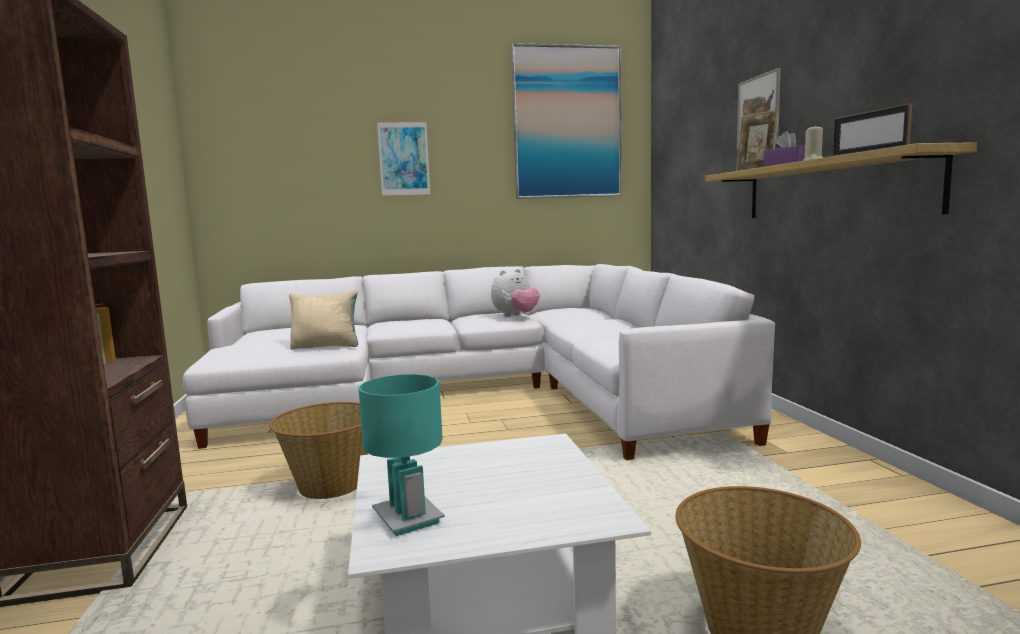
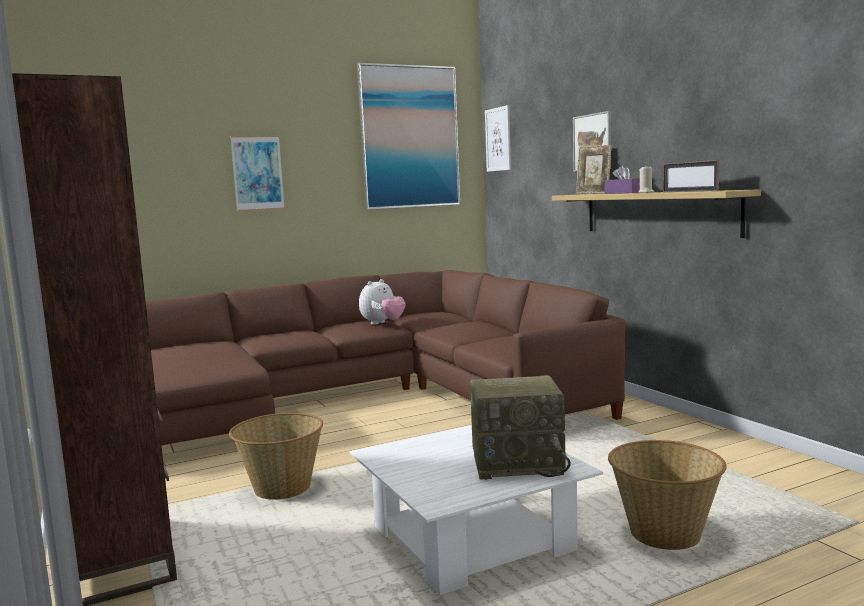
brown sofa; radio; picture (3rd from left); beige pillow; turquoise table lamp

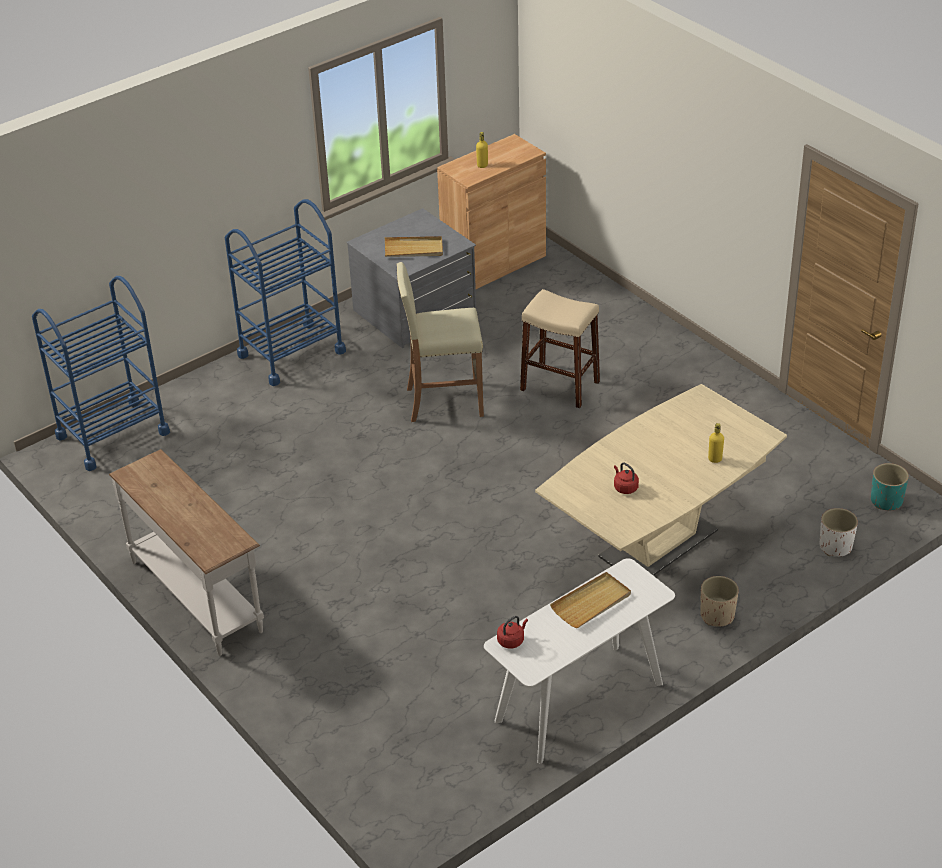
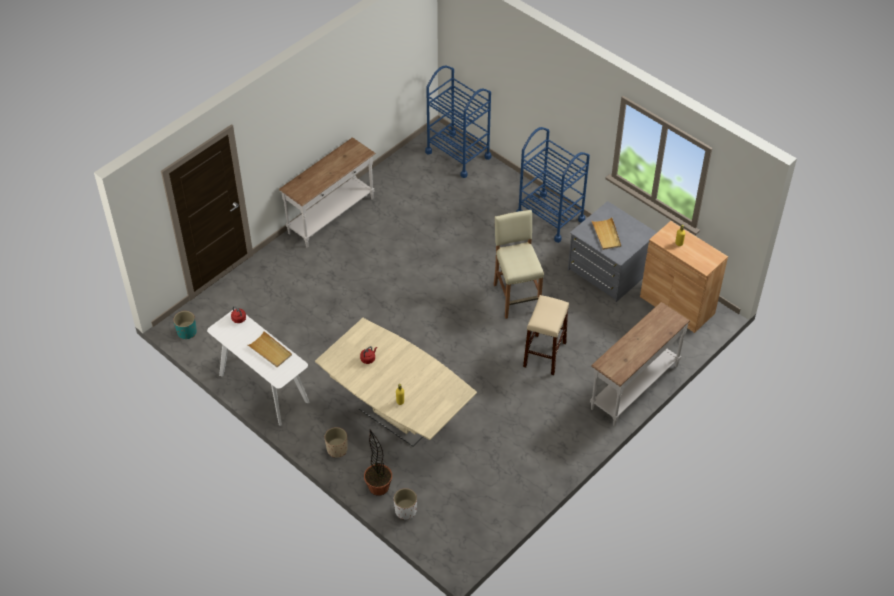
turquoise planter; potted plant; white console table (3rd from left)

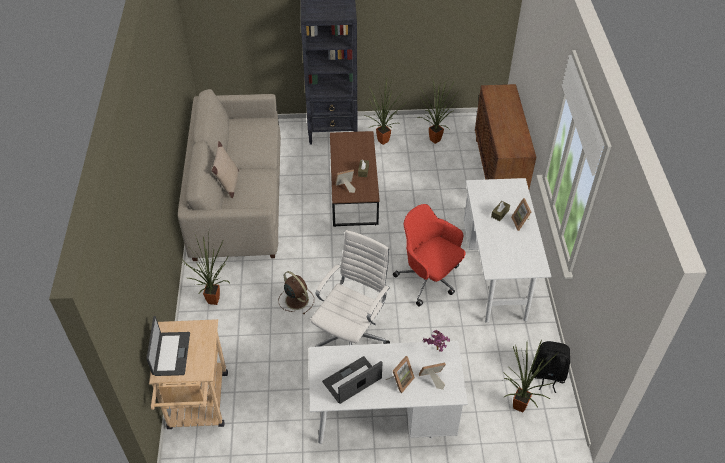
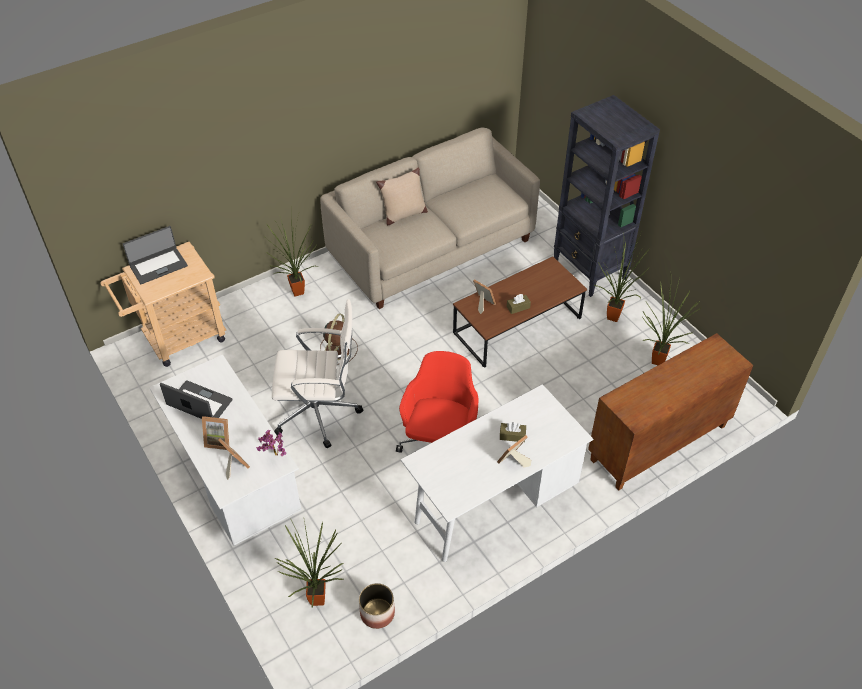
planter

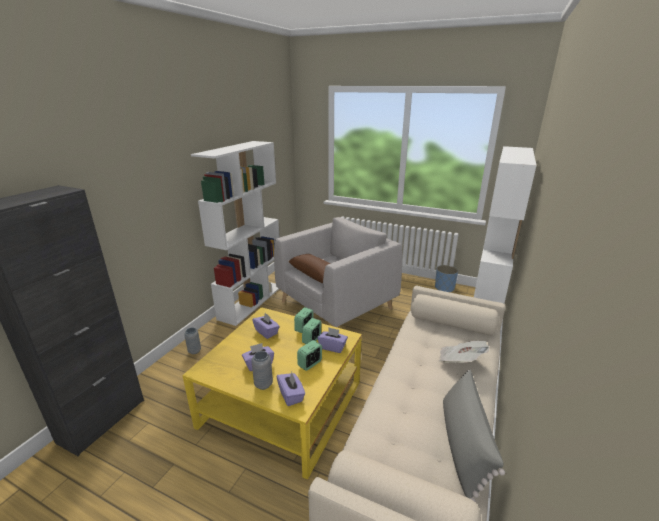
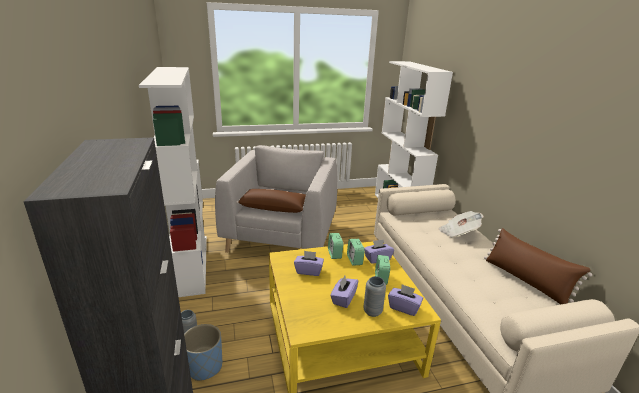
blue planter; brown pillow (2nd from left)

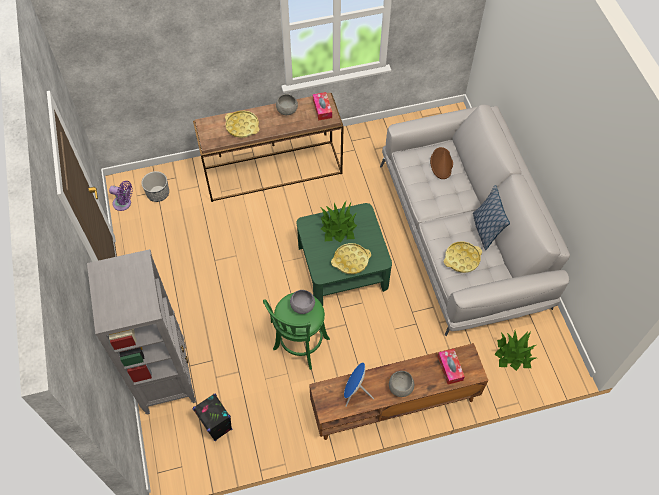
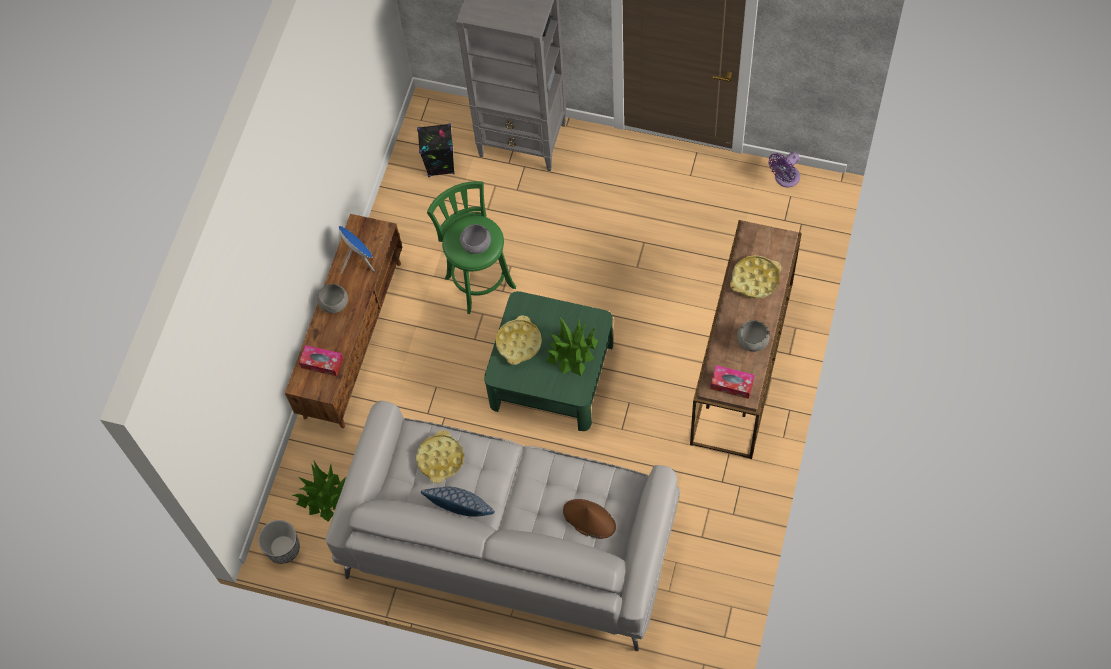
planter

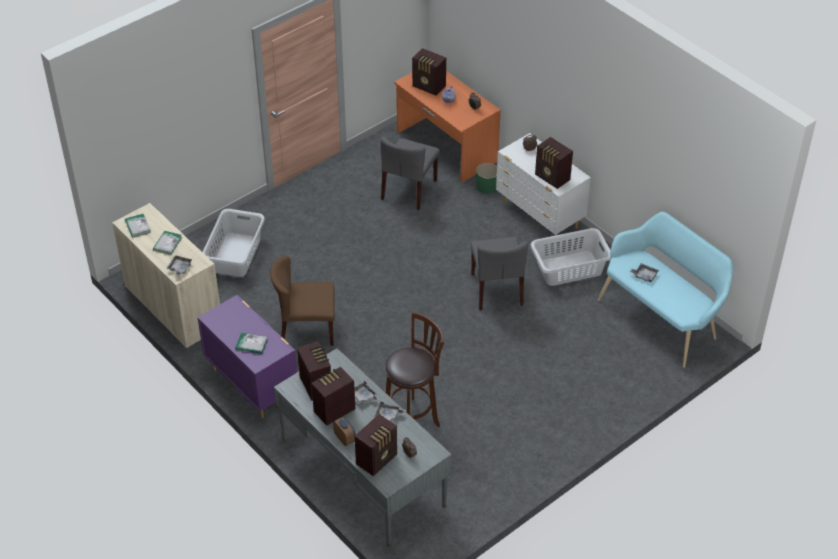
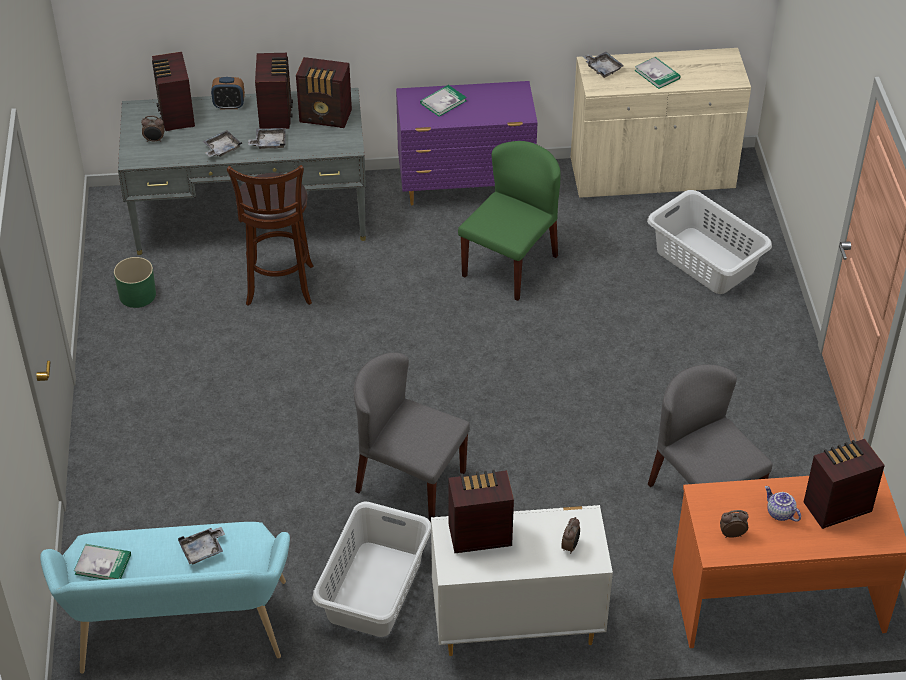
book (1st from left); green planter; green chair

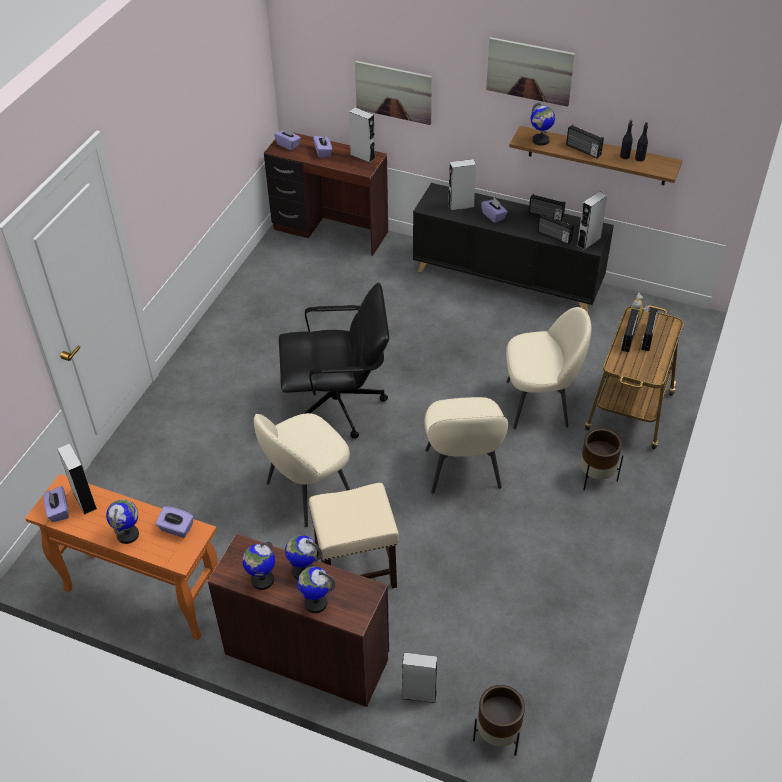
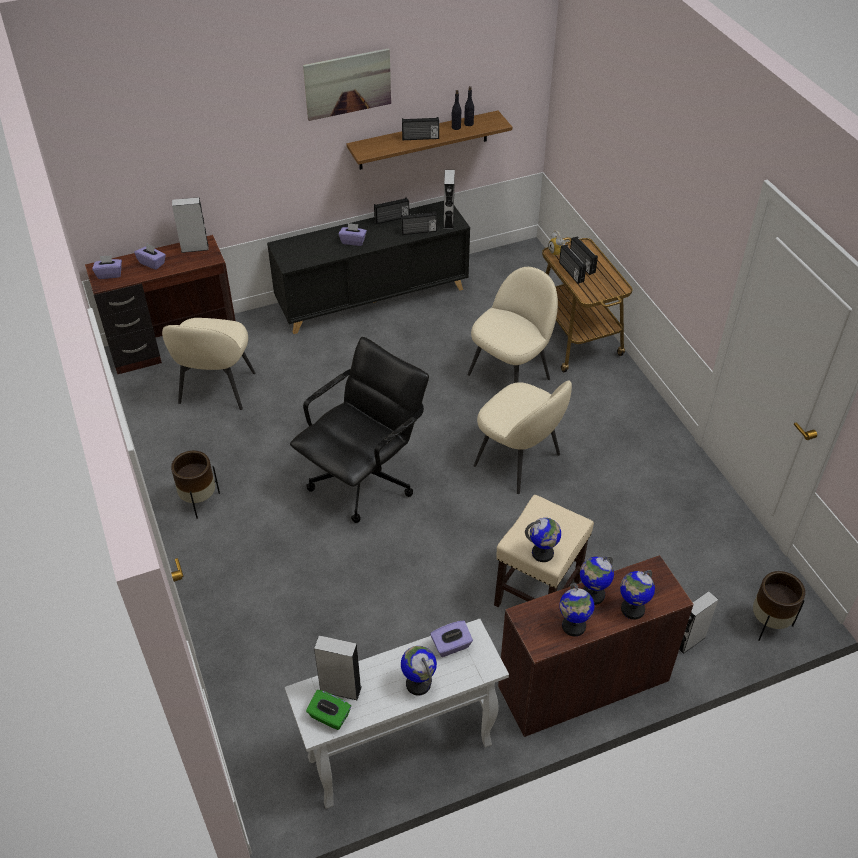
beige chair (1st from left); brown planter (1st from left); white console table; green tissue box; globe (2nd from left); picture (1st from left in the first image); grey speaker (4th from left in the first image)

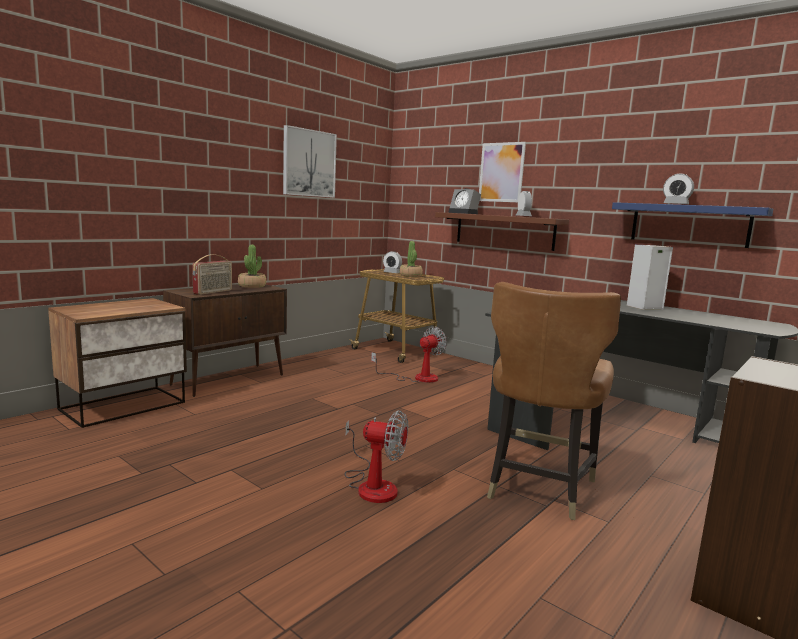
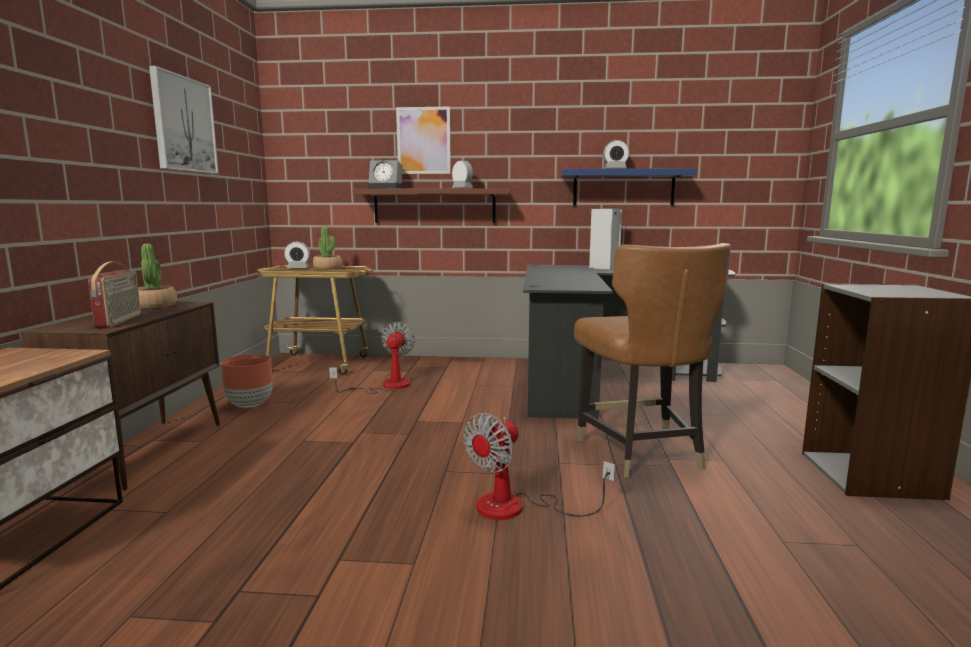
brown planter; fan (2nd from left)

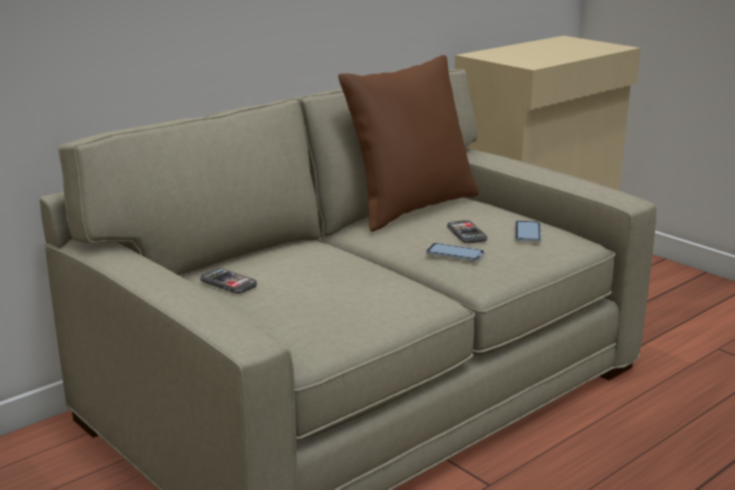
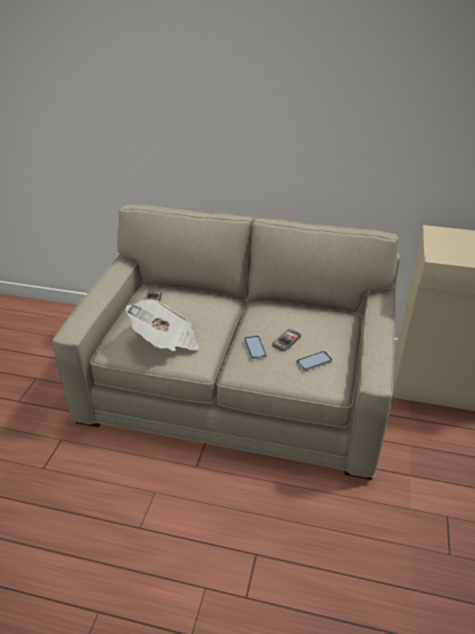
newspaper; brown pillow

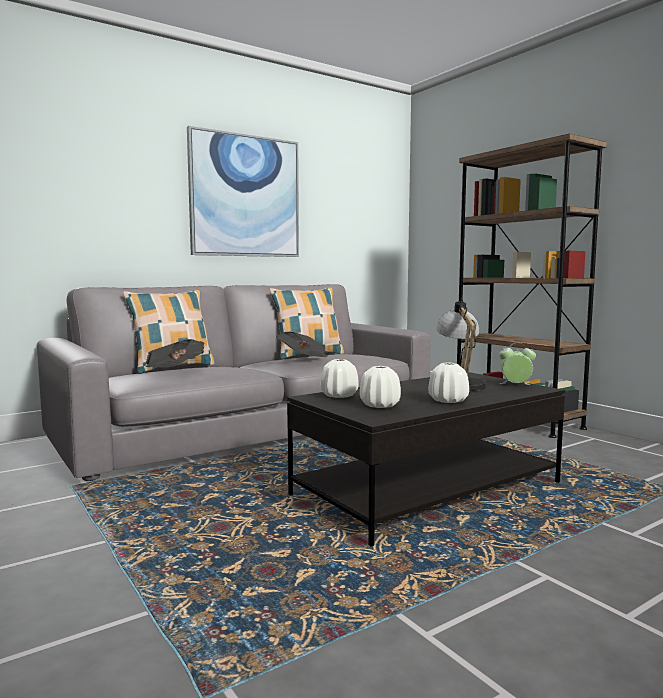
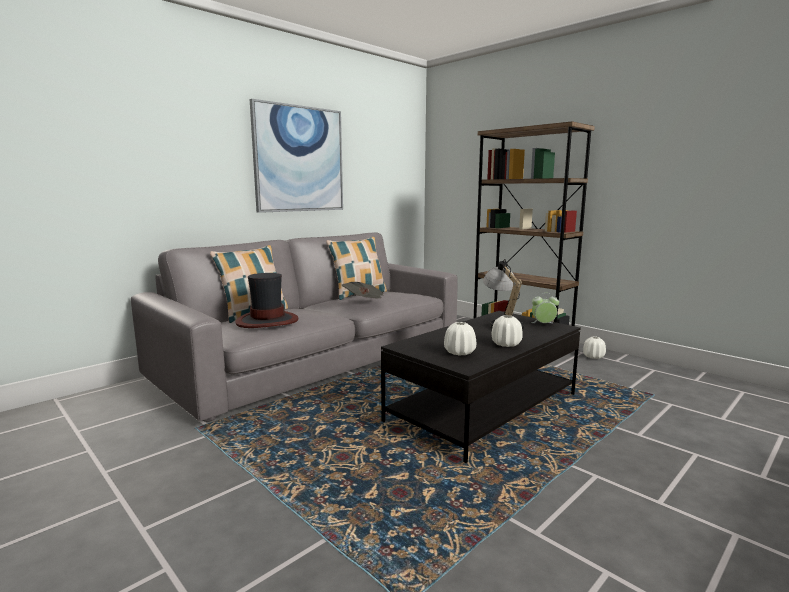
hat; white vase (3rd from left)

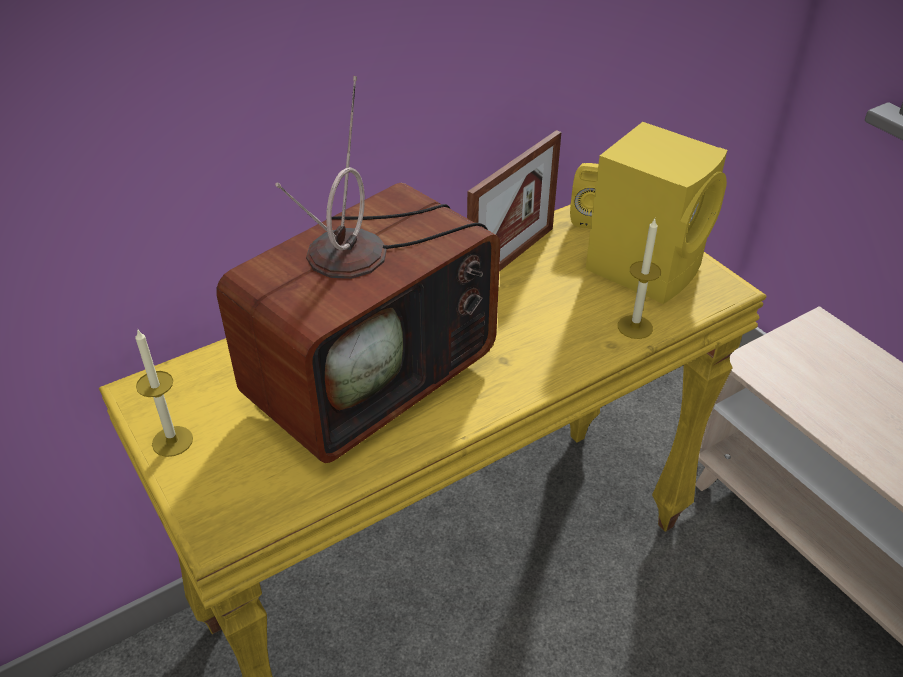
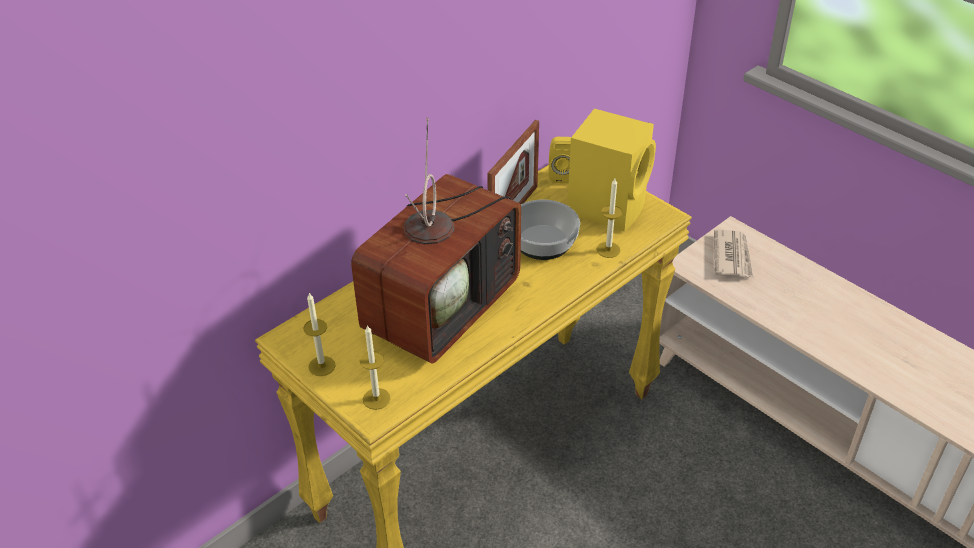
candle (2nd from left); bowl; newspaper

